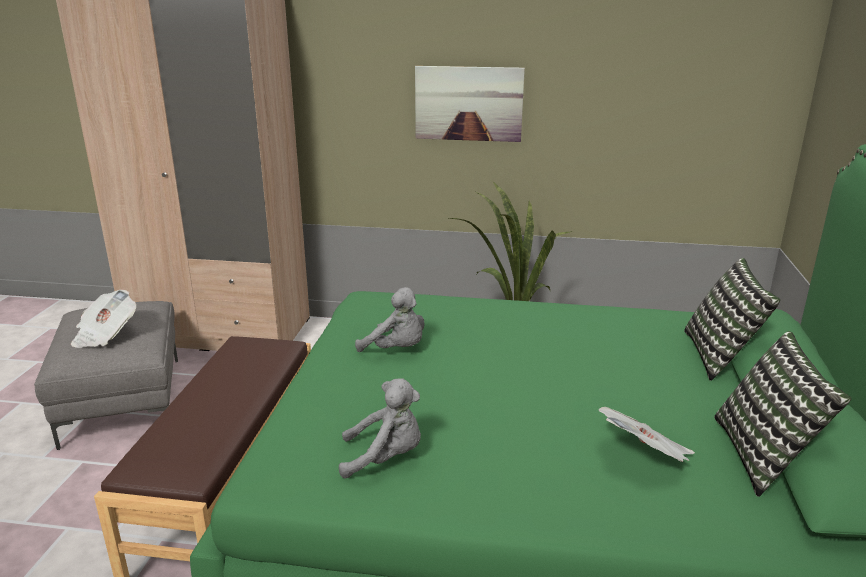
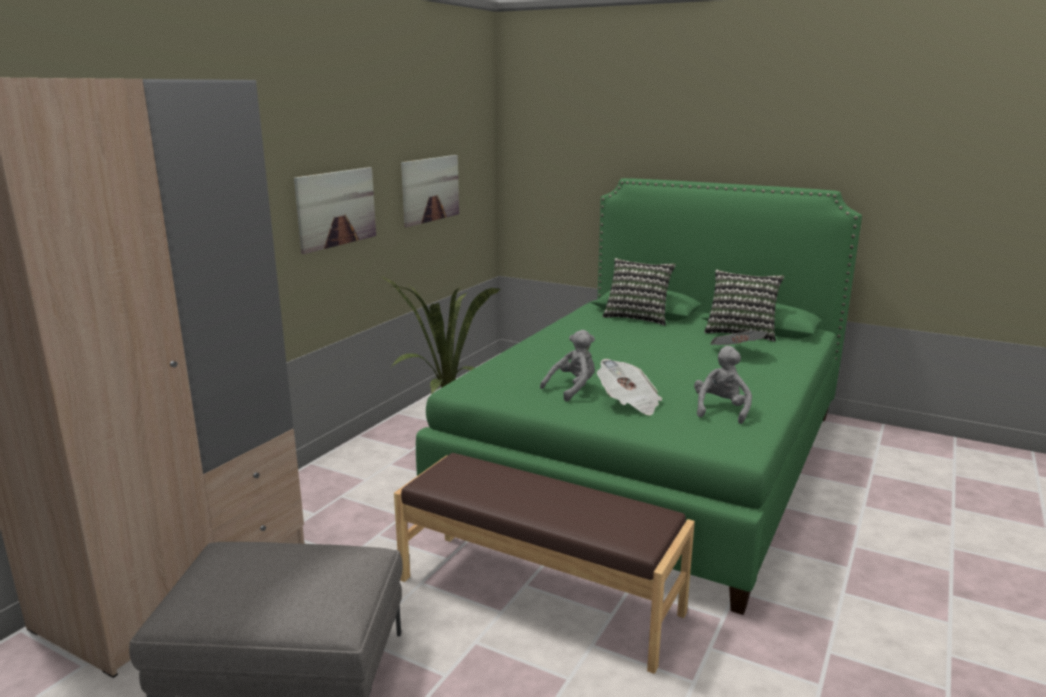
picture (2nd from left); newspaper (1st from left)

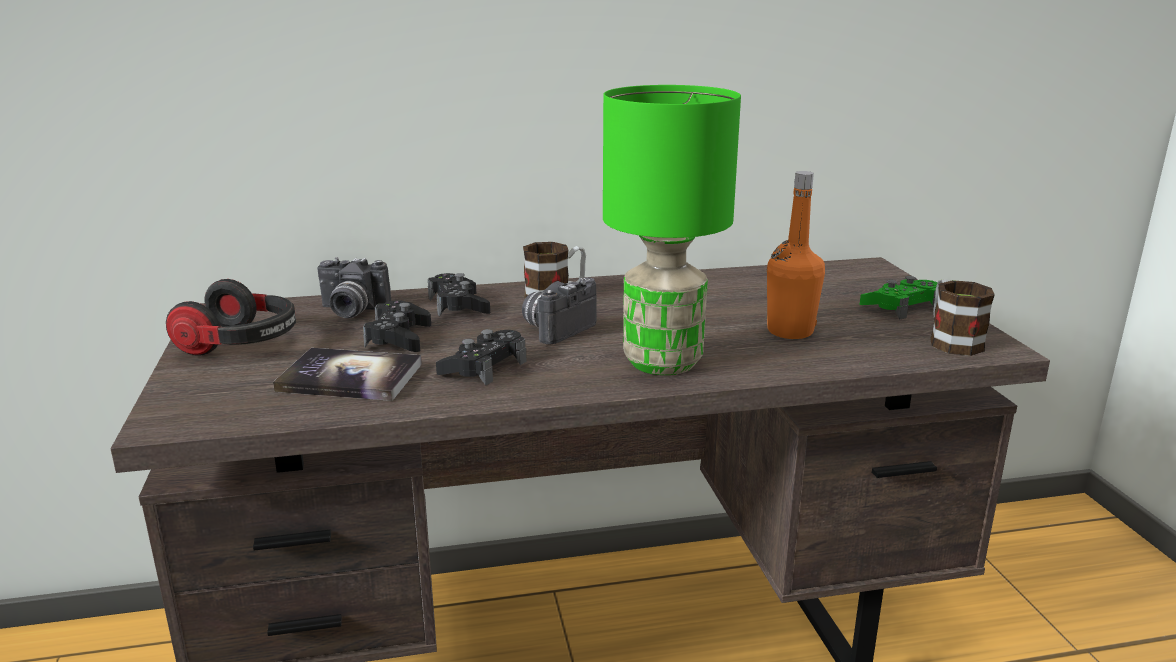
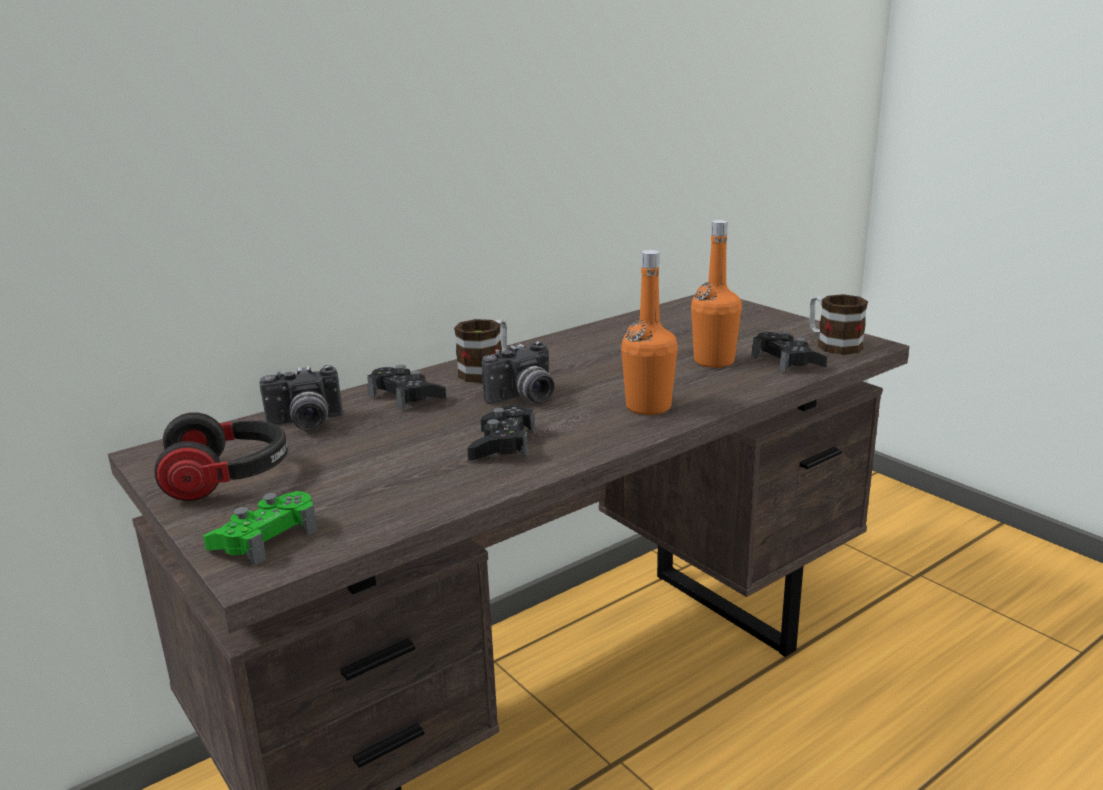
green game controller; photo camera (2nd from left); orange bottle (1st from left); black game controller (3rd from left); book

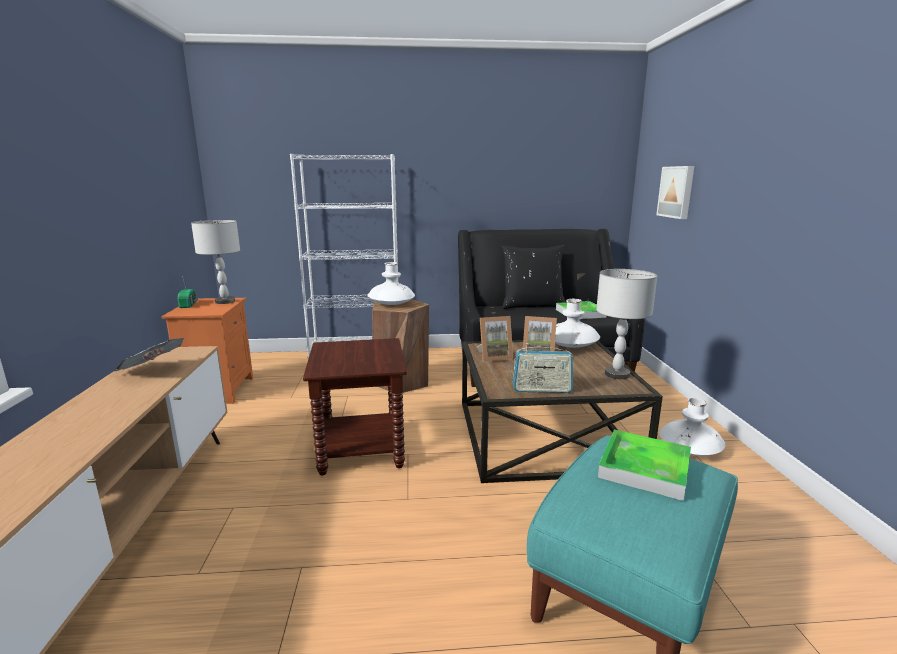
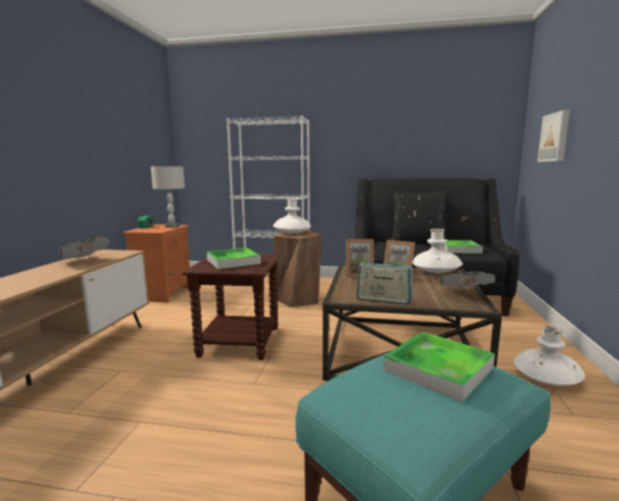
tray (1st from left); newspaper (2nd from left)

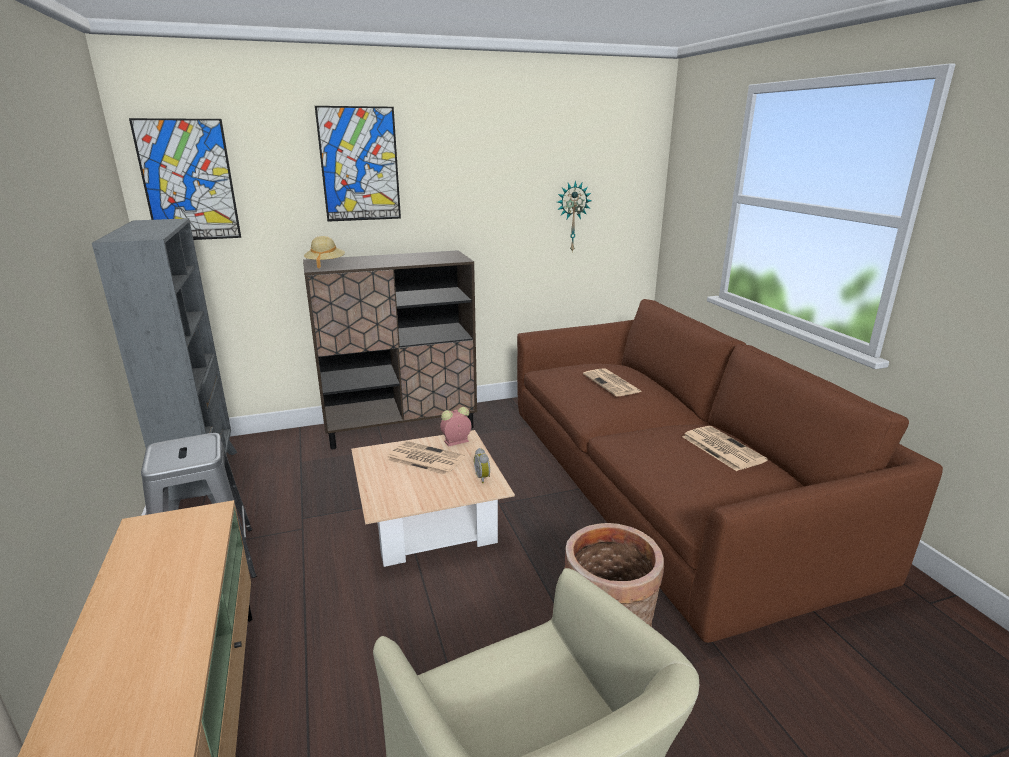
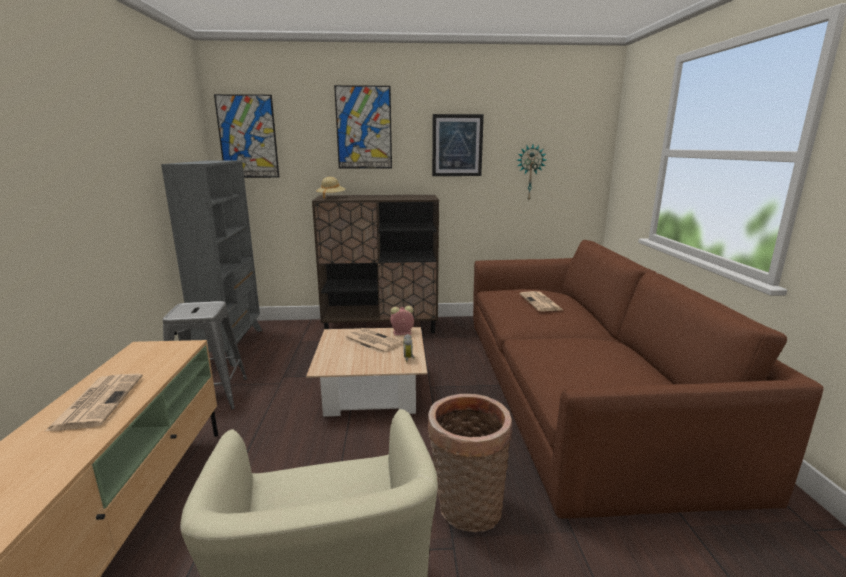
newspaper (1st from left); picture (3rd from left)

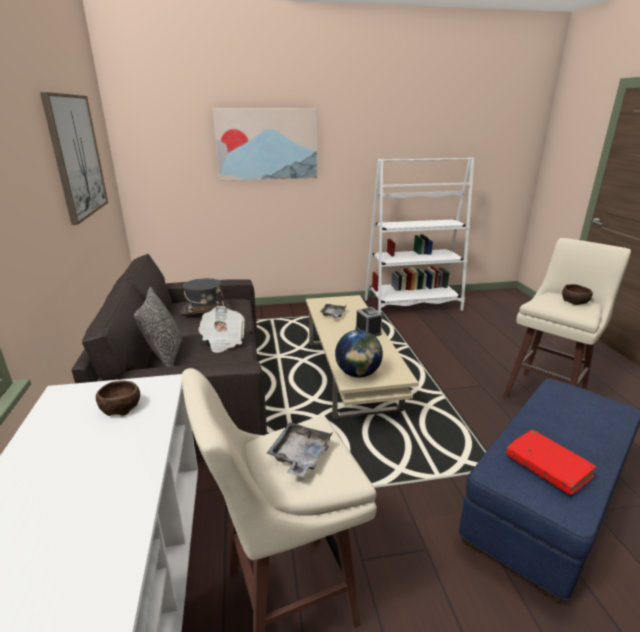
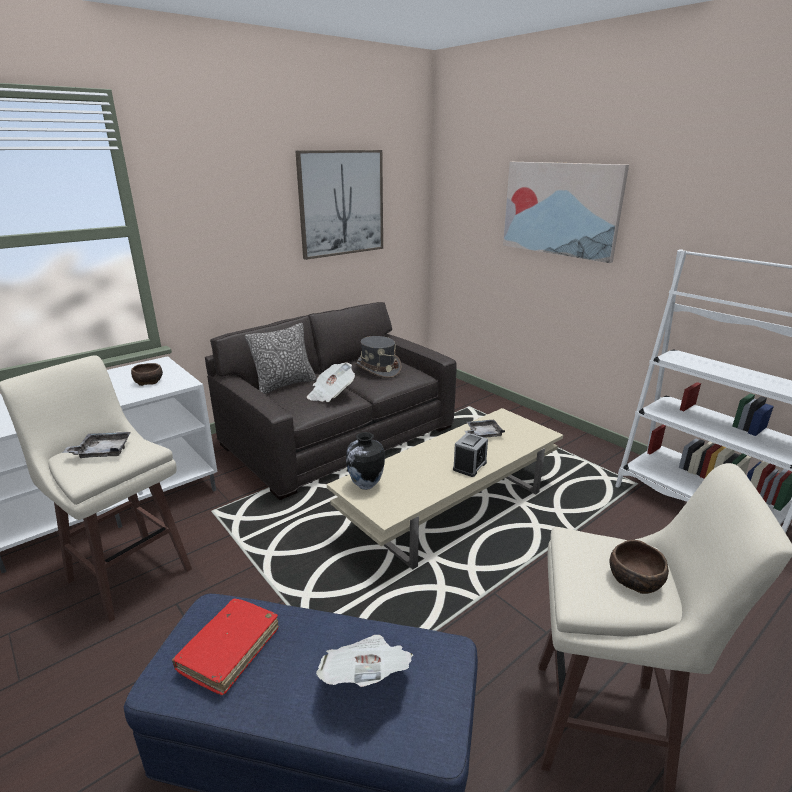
newspaper (2nd from left); vase

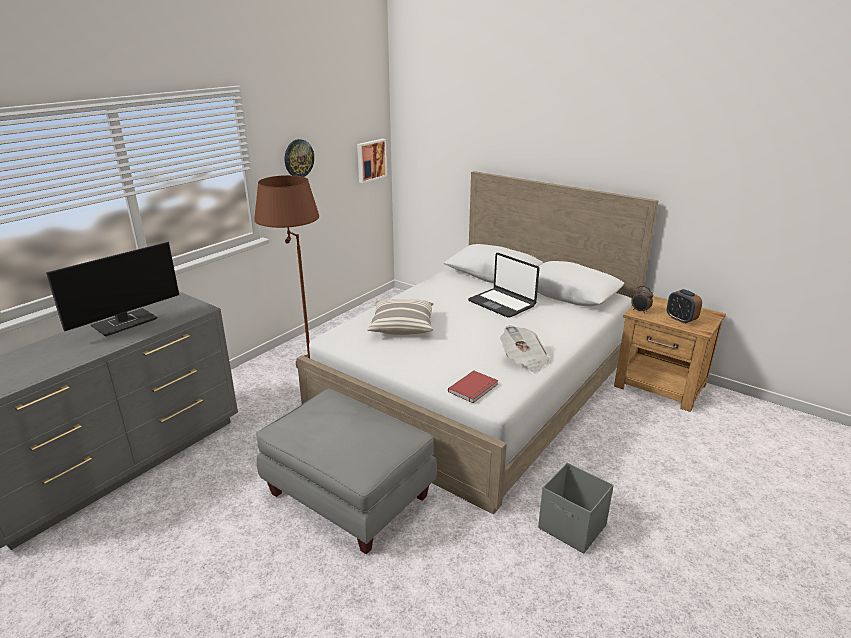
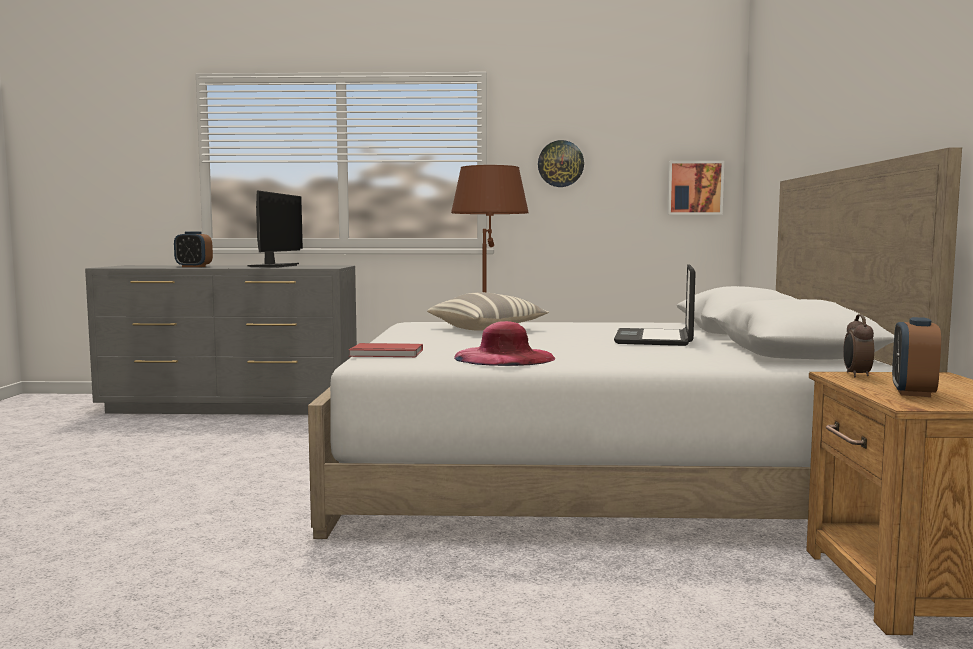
alarm clock (1st from left); monitor; pink hat; grey ottoman; grey storage box

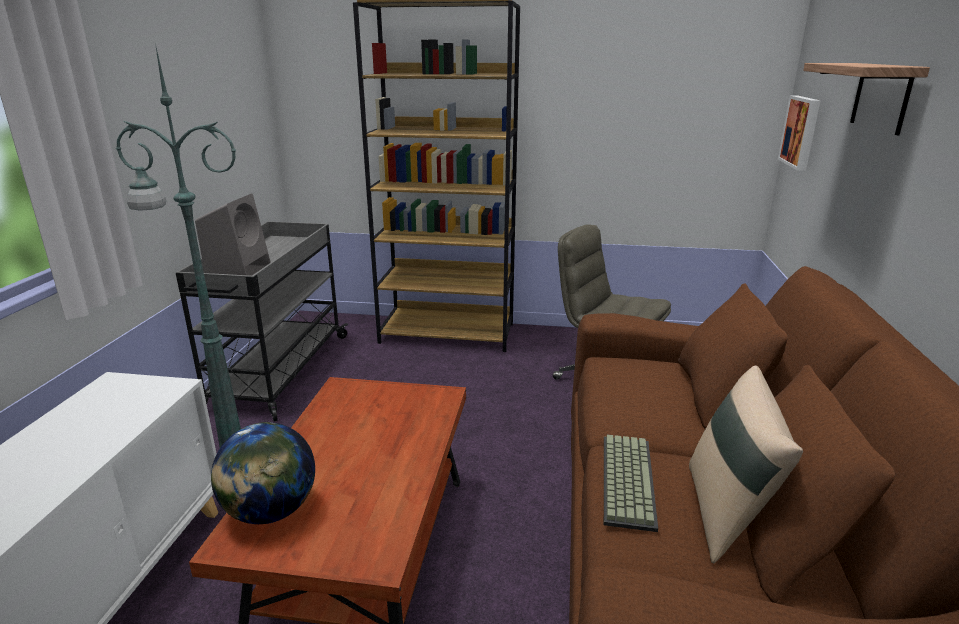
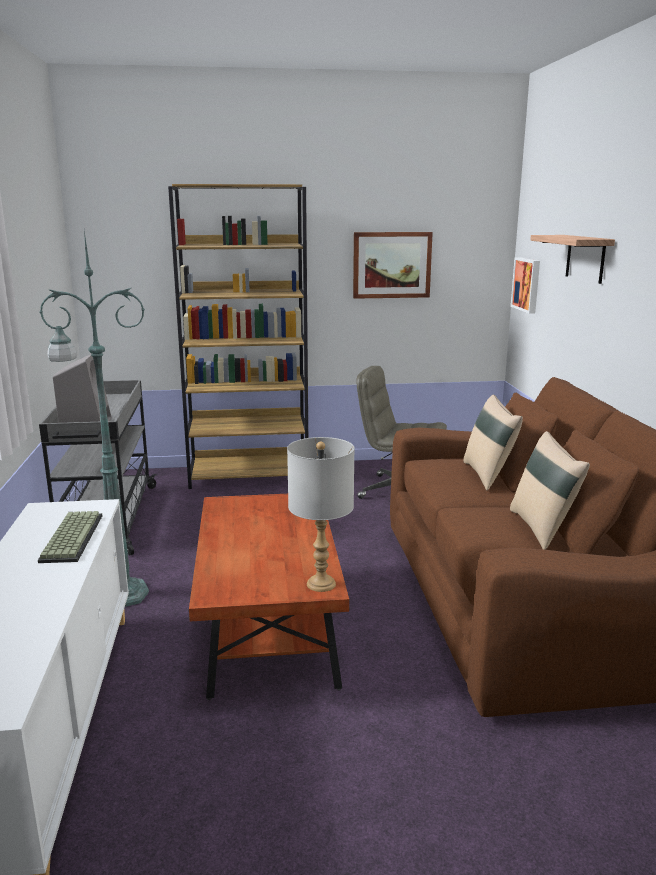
keyboard; grey table lamp; picture (1st from left); beige pillow (1st from left); globe

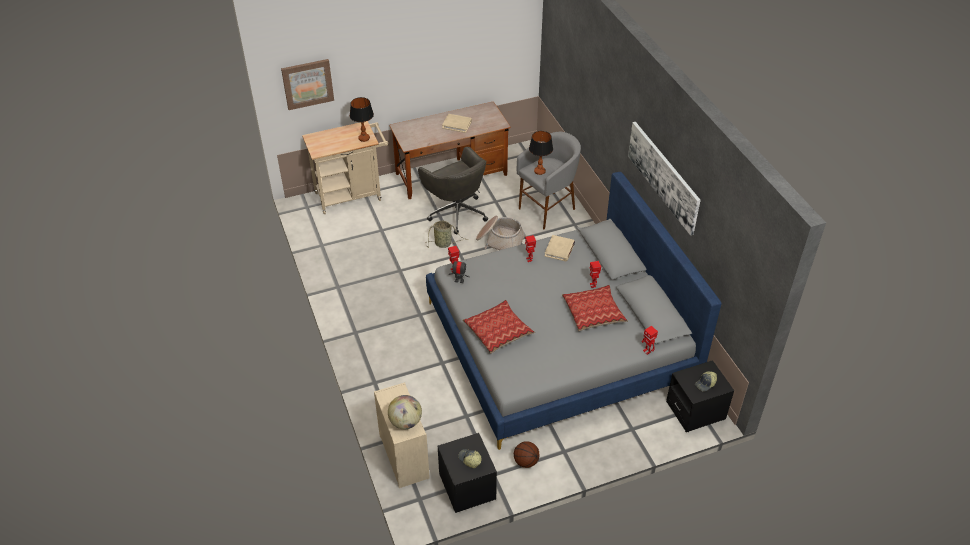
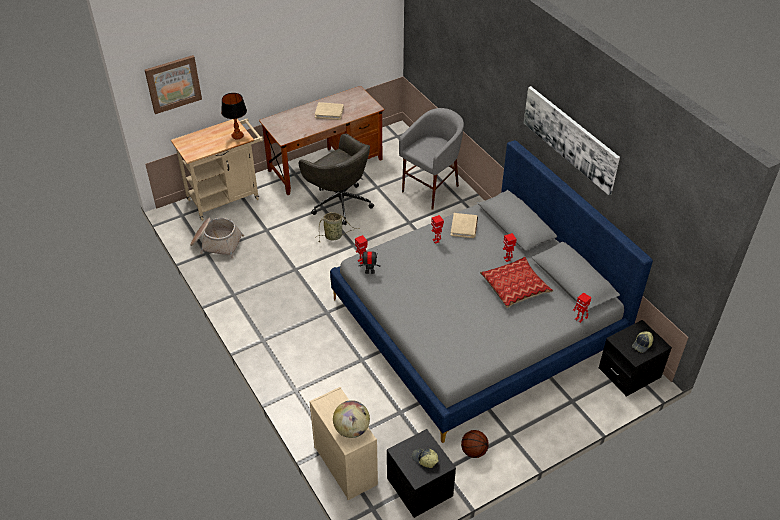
basket (1st from left); pillow (1st from left in the first image); table lamp (2nd from left in the first image)

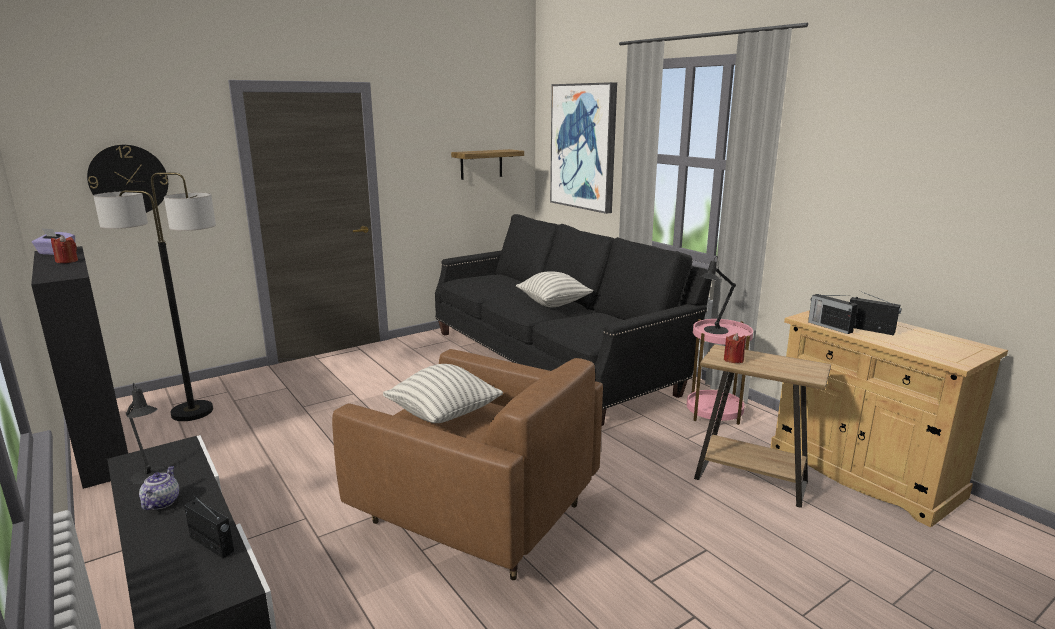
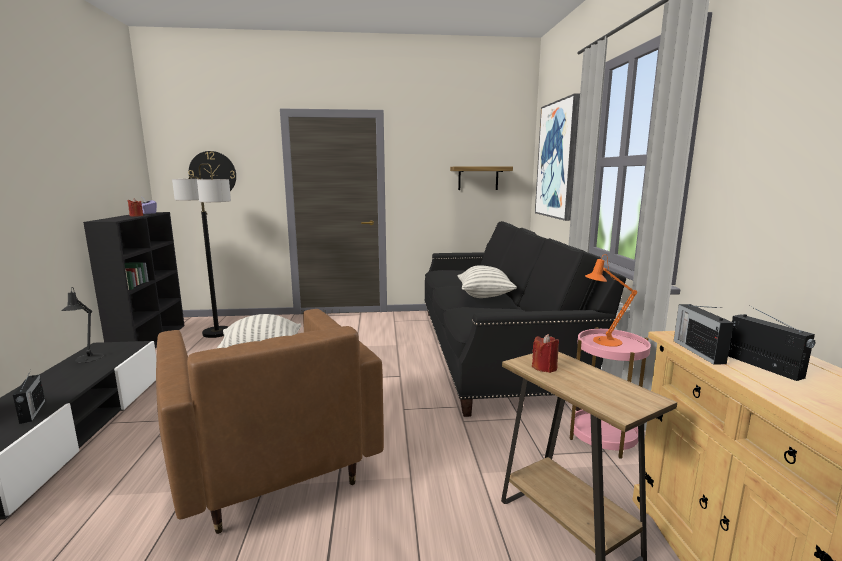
orange table lamp; teapot

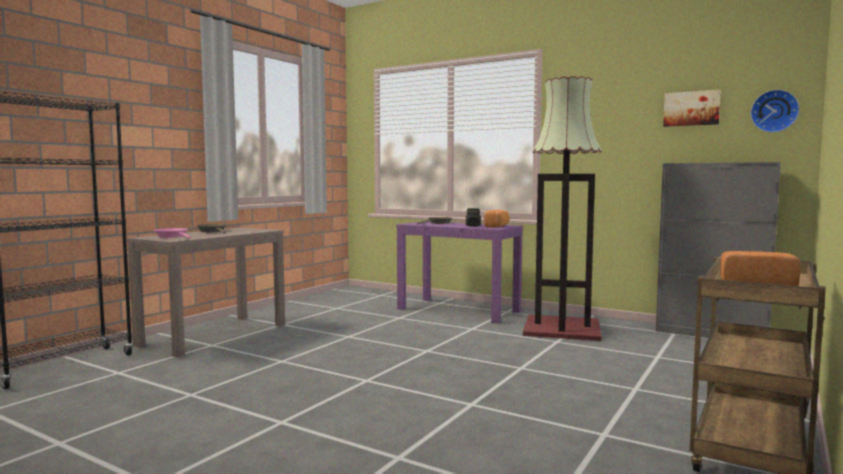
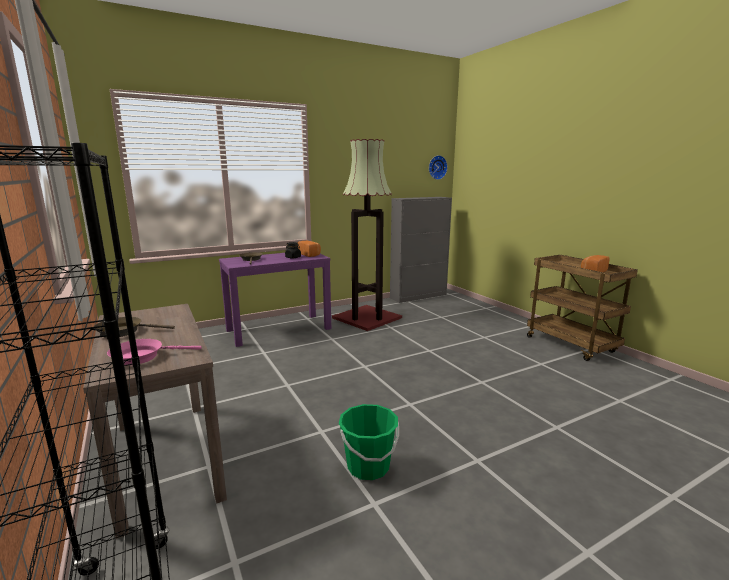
green bucket; picture

